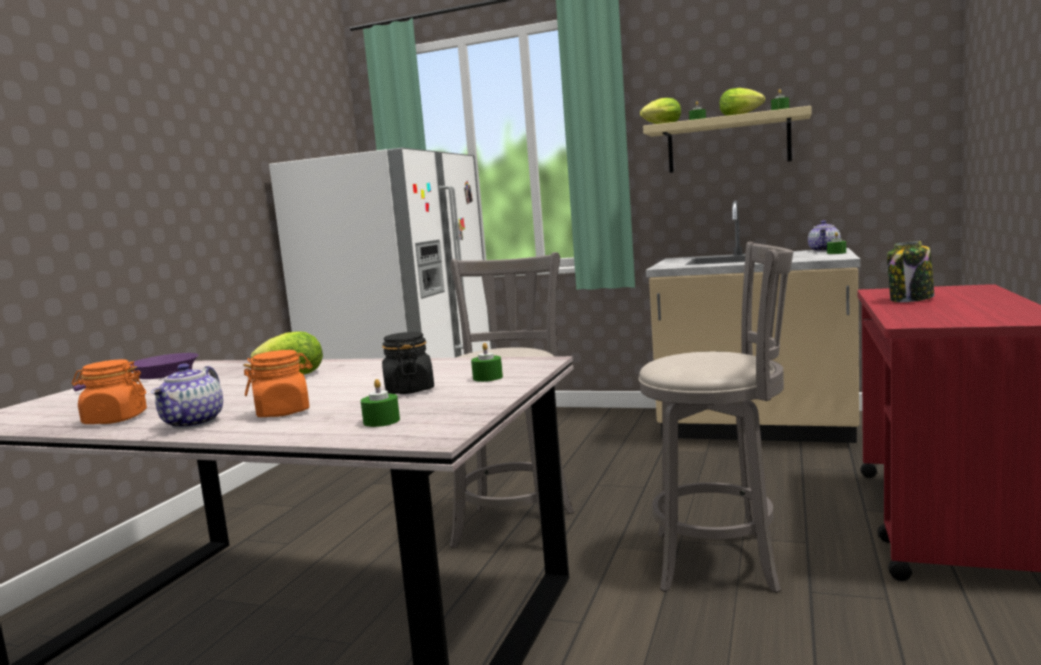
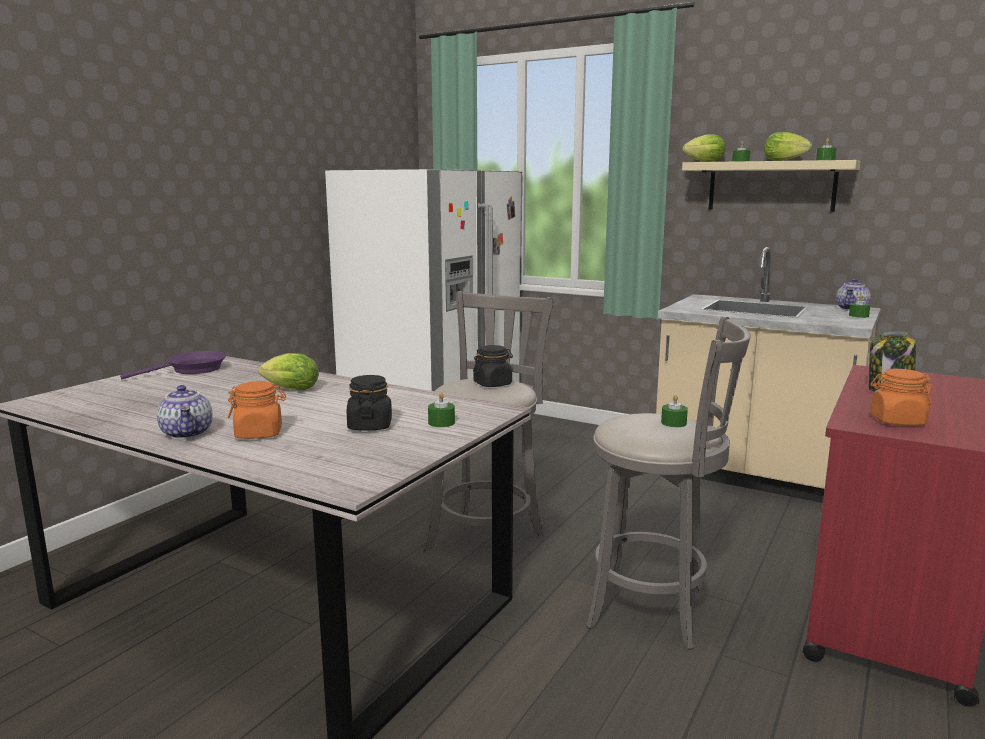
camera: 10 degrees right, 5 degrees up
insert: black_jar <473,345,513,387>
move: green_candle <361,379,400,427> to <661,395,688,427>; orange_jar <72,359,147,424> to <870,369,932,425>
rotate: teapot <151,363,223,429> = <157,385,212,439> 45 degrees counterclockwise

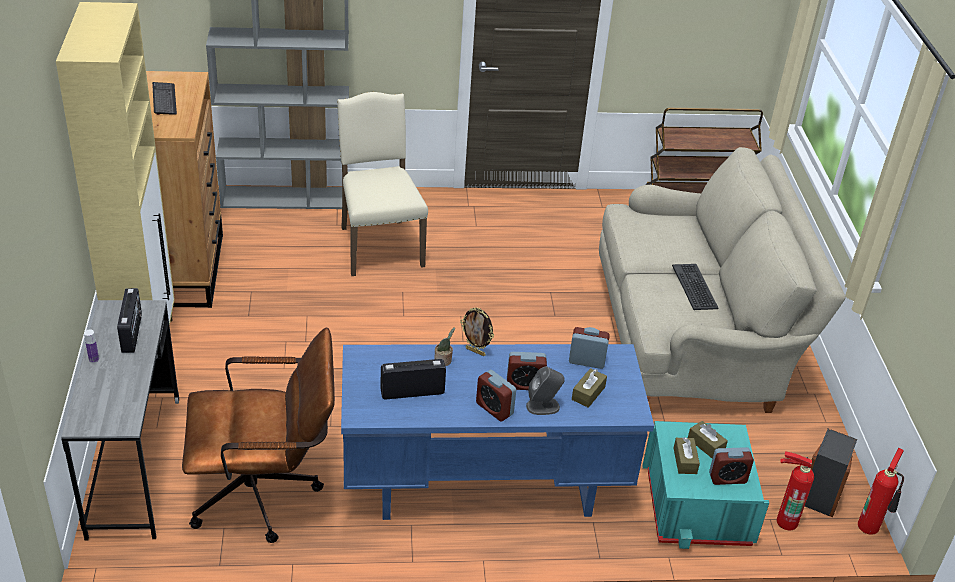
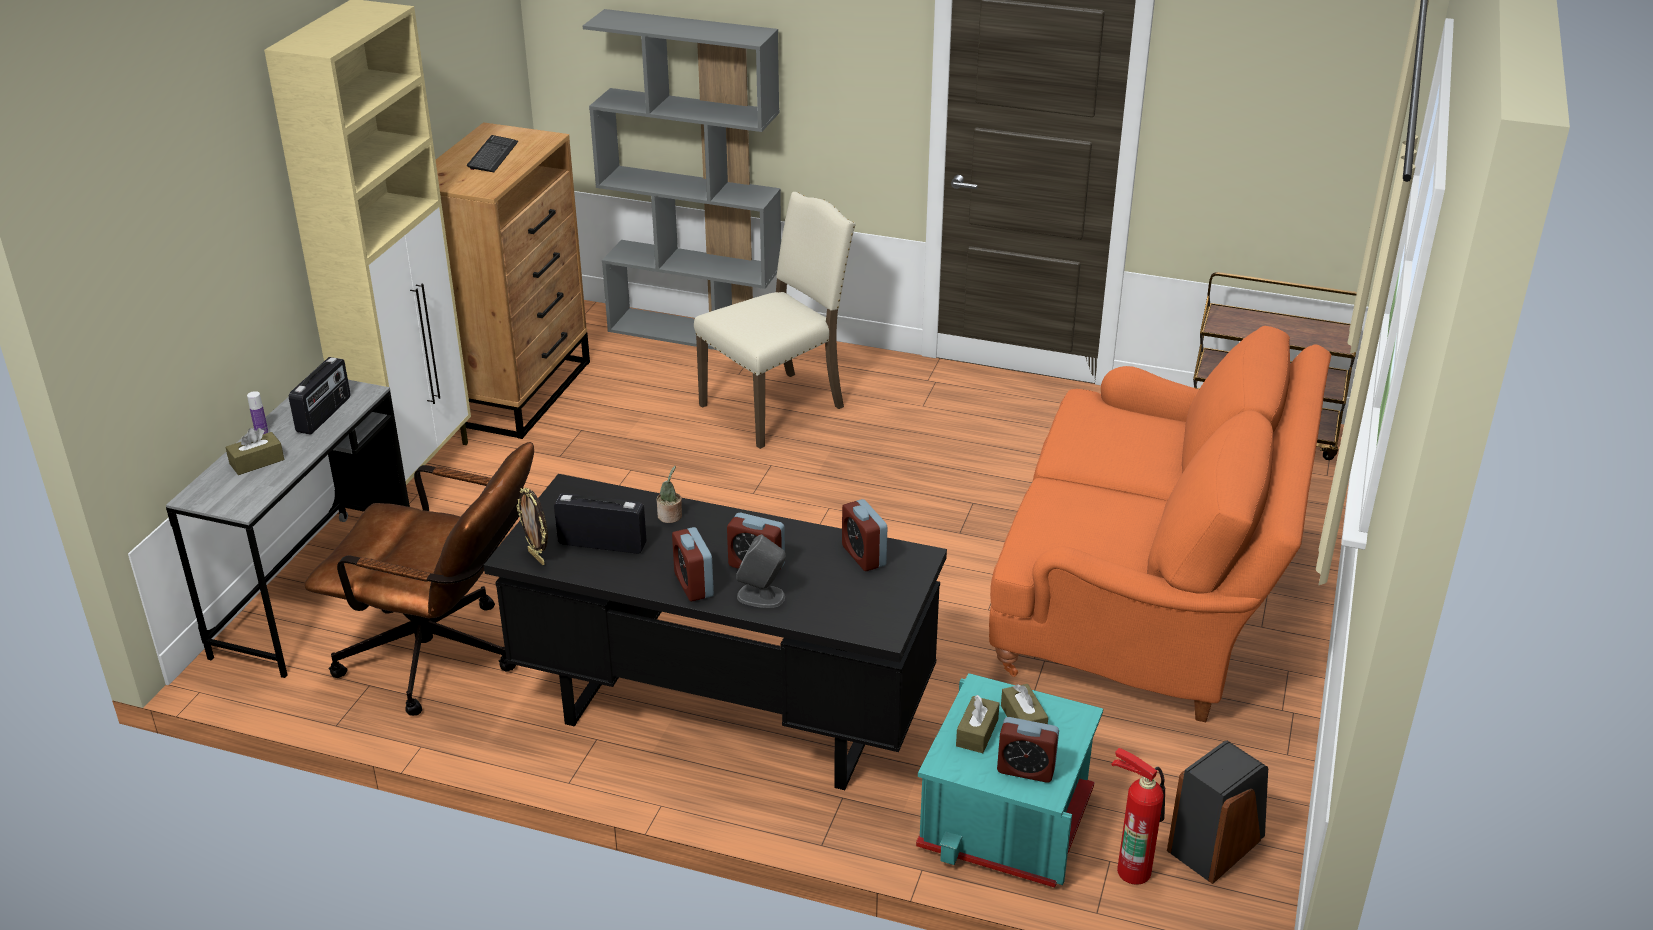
camera: 25 degrees right, 5 degrees down
delete: keyboard <672,264,719,310>; fire_extinguisher <858,448,904,535>
move: brown_tissue_box <572,368,607,408> to <226,428,284,475>; picture_frame <460,308,494,356> to <517,488,548,565>
recolor: blue_desk <341,344,654,520> to black_desk <484,474,947,790>; beige_sofa <599,147,845,413> to orange_sofa <989,326,1331,722>
rotate: beige_chair <337,92,428,276> = <694,192,856,449> 45 degrees clockwise; alarm_clock <569,327,610,369> = <842,499,887,571> 150 degrees counterclockwise

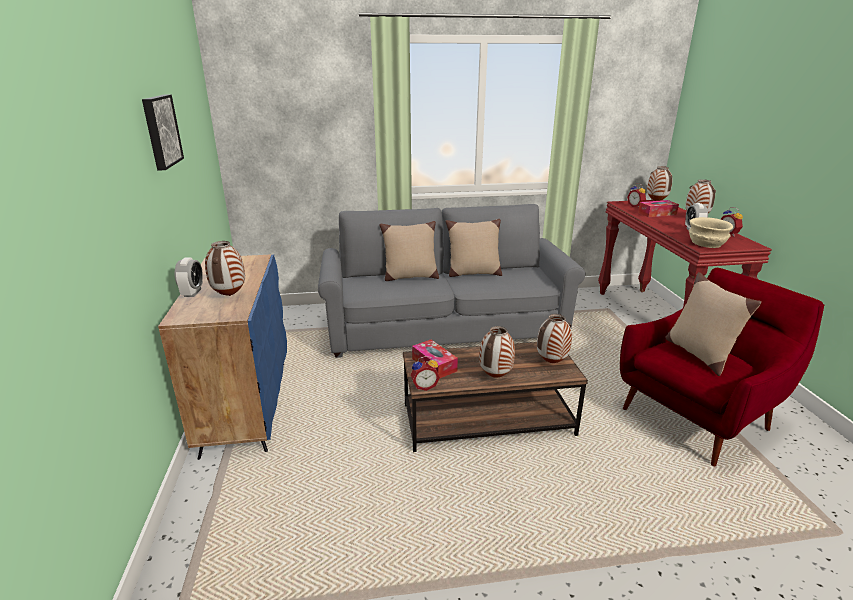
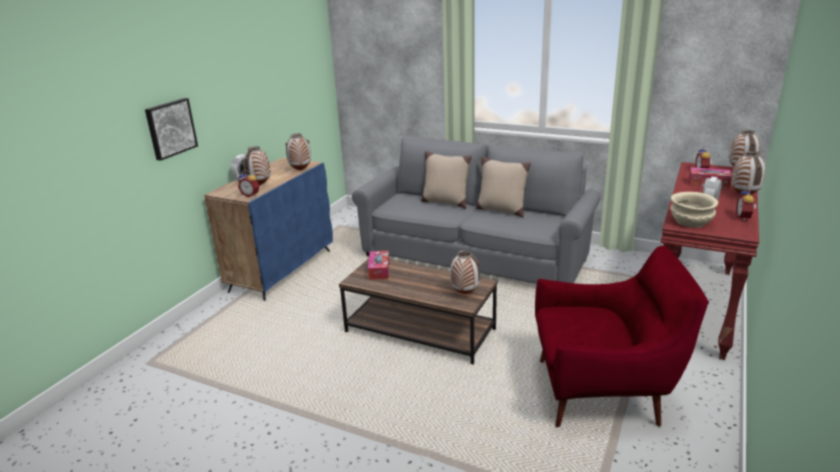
camera: 35 degrees right, 0 degrees up
delete: beige_pillow <666,272,761,376>
move: picture <142,95,184,170> to <145,98,198,161>; alarm_clock <411,356,440,391> to <238,170,259,197>; vase <479,326,515,378> to <285,134,311,171>

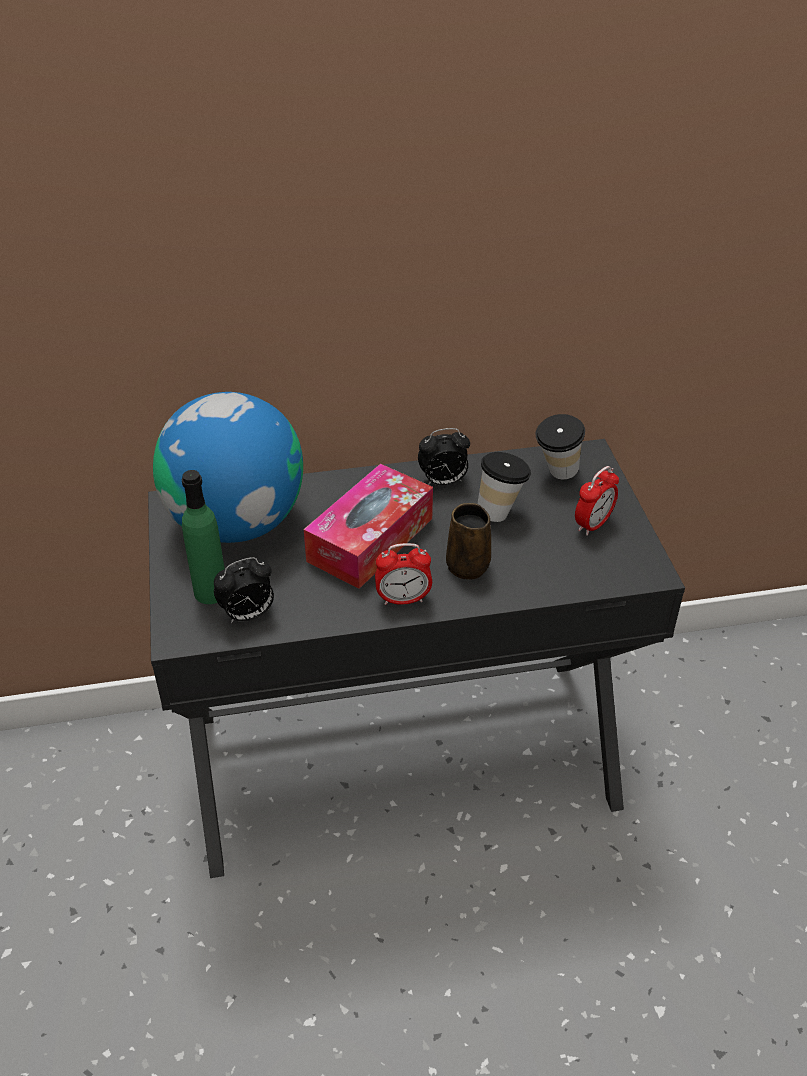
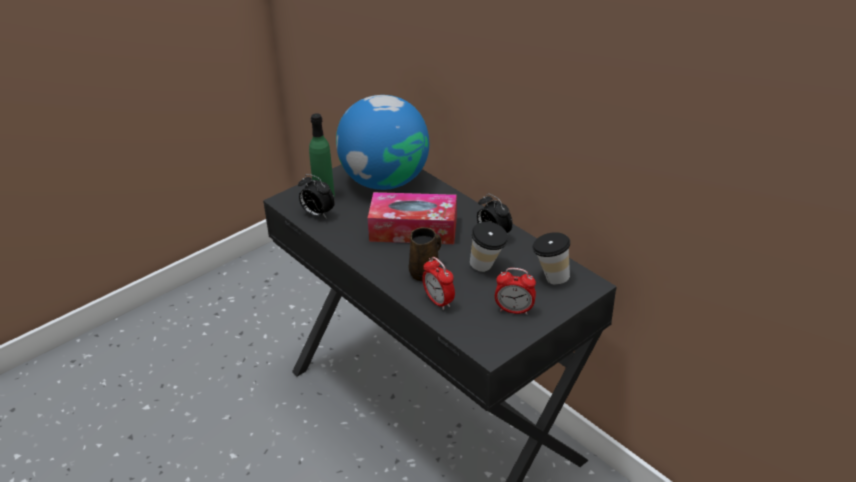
camera: 60 degrees right, 5 degrees down
move: alarm_clock <375,543,432,605> to <422,257,455,310>

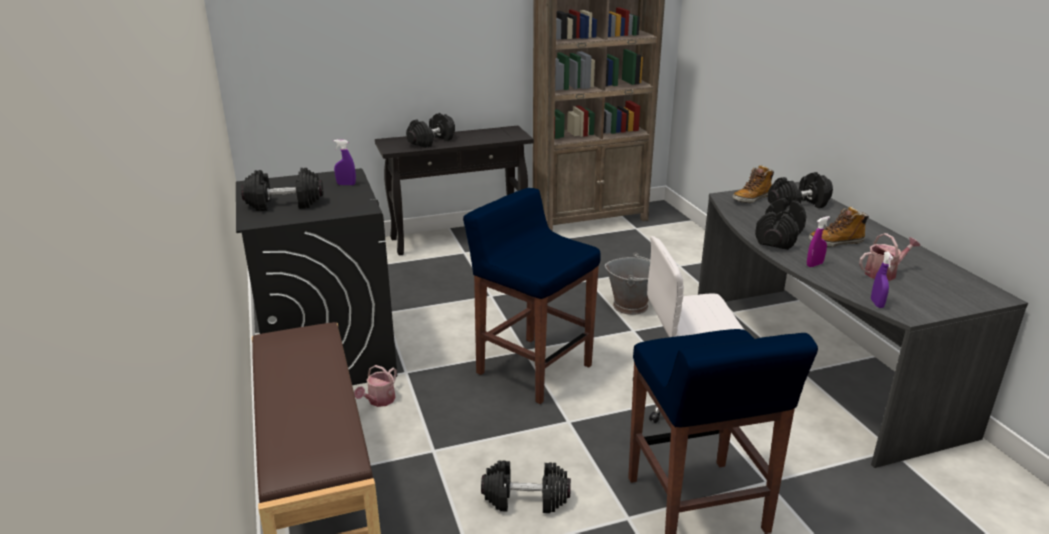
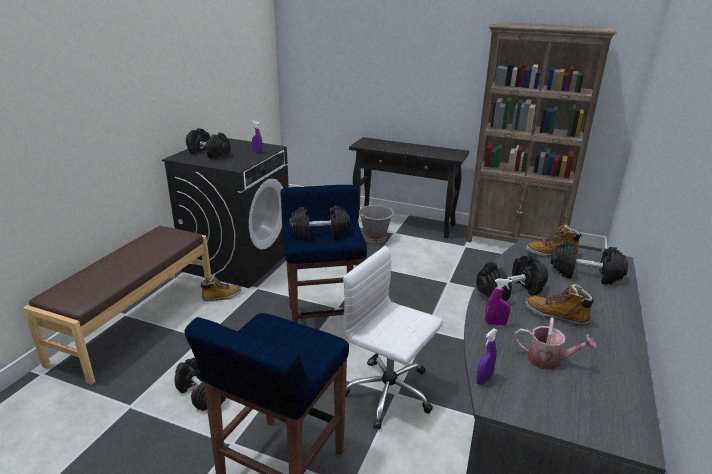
camera: 40 degrees right, 0 degrees up
move: black_dumbbell <406,113,455,148> to <289,205,350,239>; grey_bucket <605,252,650,315> to <359,205,394,243>
replace: watering_can <354,365,397,407> to boot <200,275,241,301>

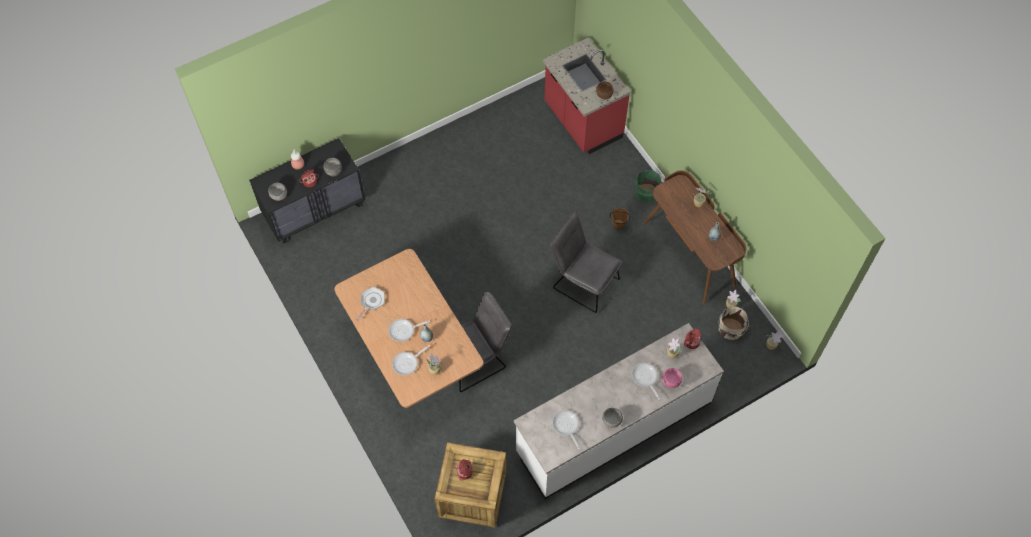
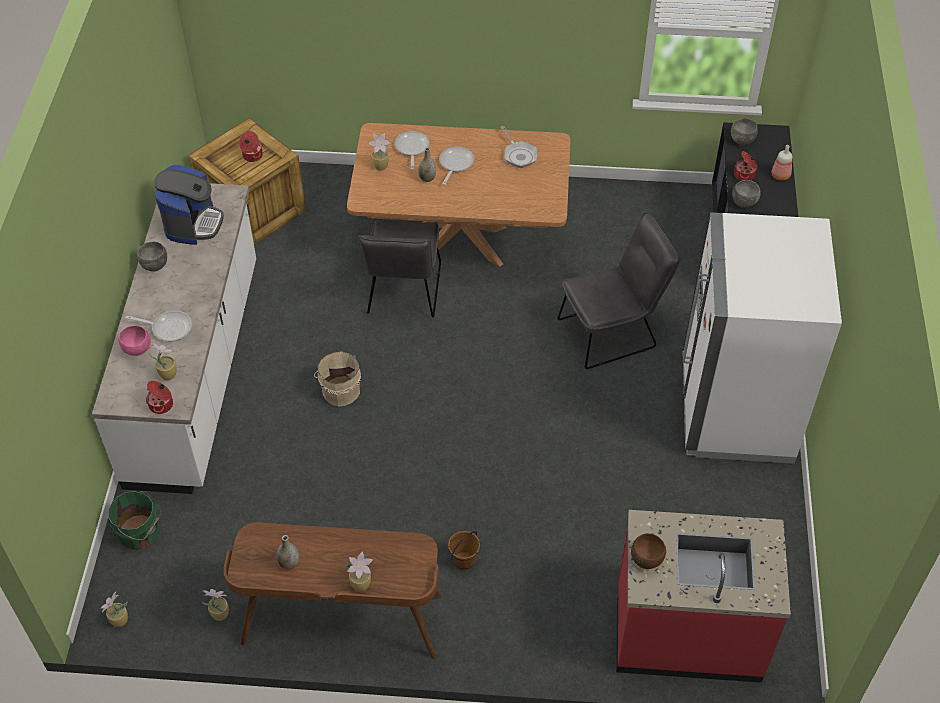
camera: 125 degrees right, 10 degrees down
insert: white_fridge <683,212,842,464>
move: green_bucket <634,170,662,203> to <108,491,161,550>; beige_bucket <718,306,749,340> to <314,351,361,407>; grey_chair <549,212,622,313> to <557,213,681,369>
replace: frying_pan <552,410,580,450> to coffee_machine <154,165,224,245>

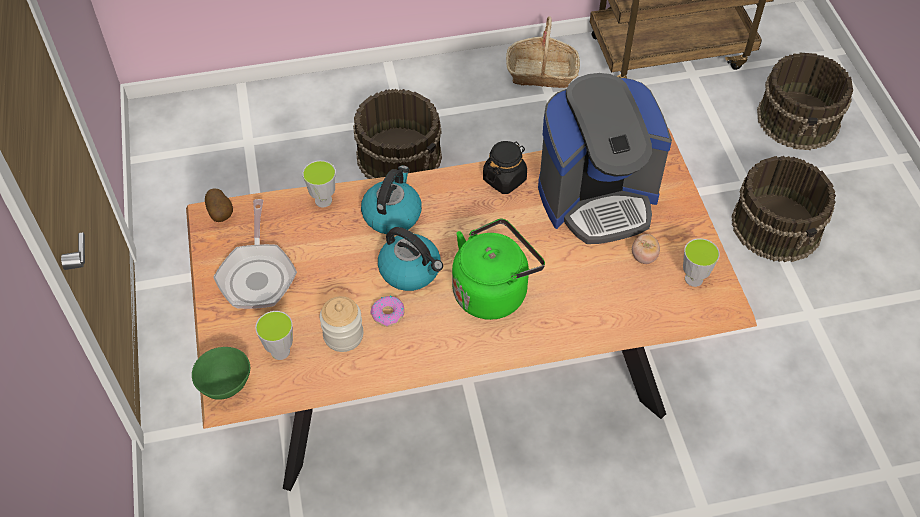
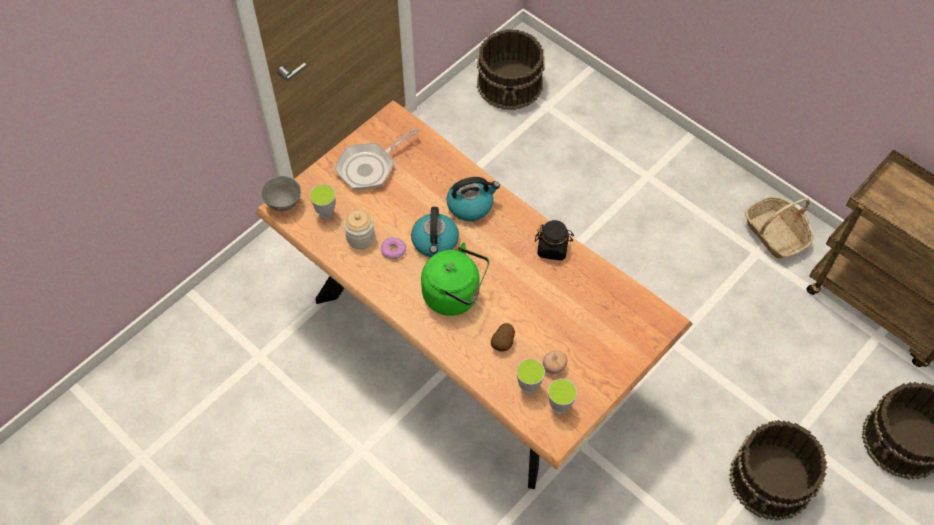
camera: 55 degrees right, 5 degrees up
delete: coffee_machine <538,73,672,244>
move: brown_bucket <353,89,442,179> to <477,29,545,110>; potato <205,188,233,222> to <491,323,515,352>; cup <303,160,336,207> to <516,359,545,394>
recolor: green_bowl <192,347,250,400> to grey_bowl <261,176,301,211>

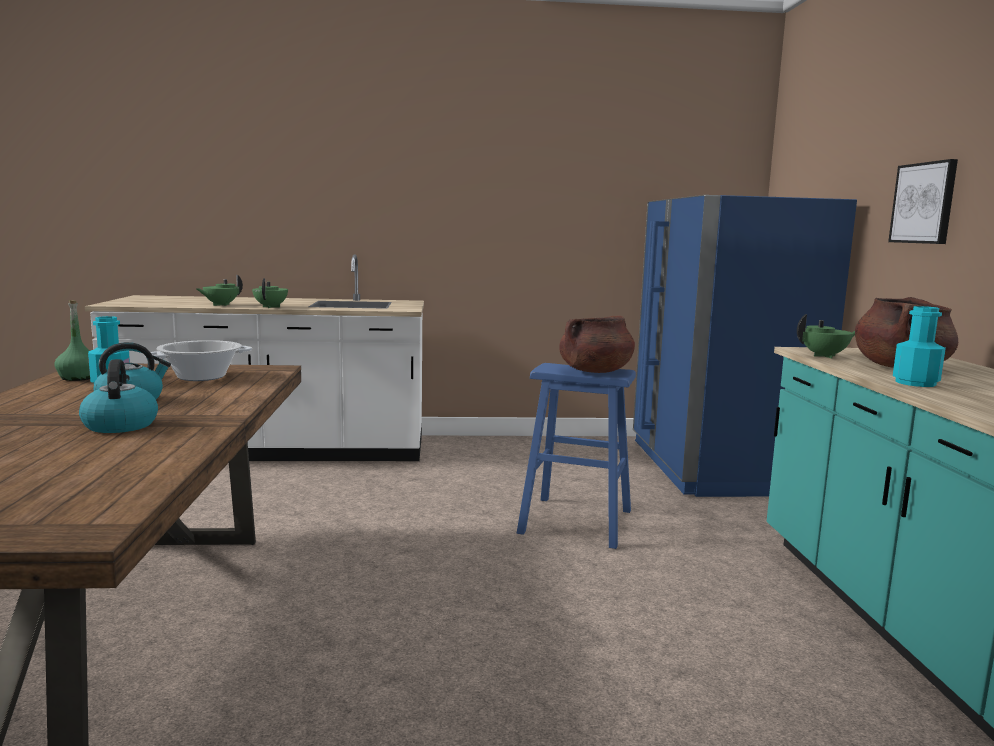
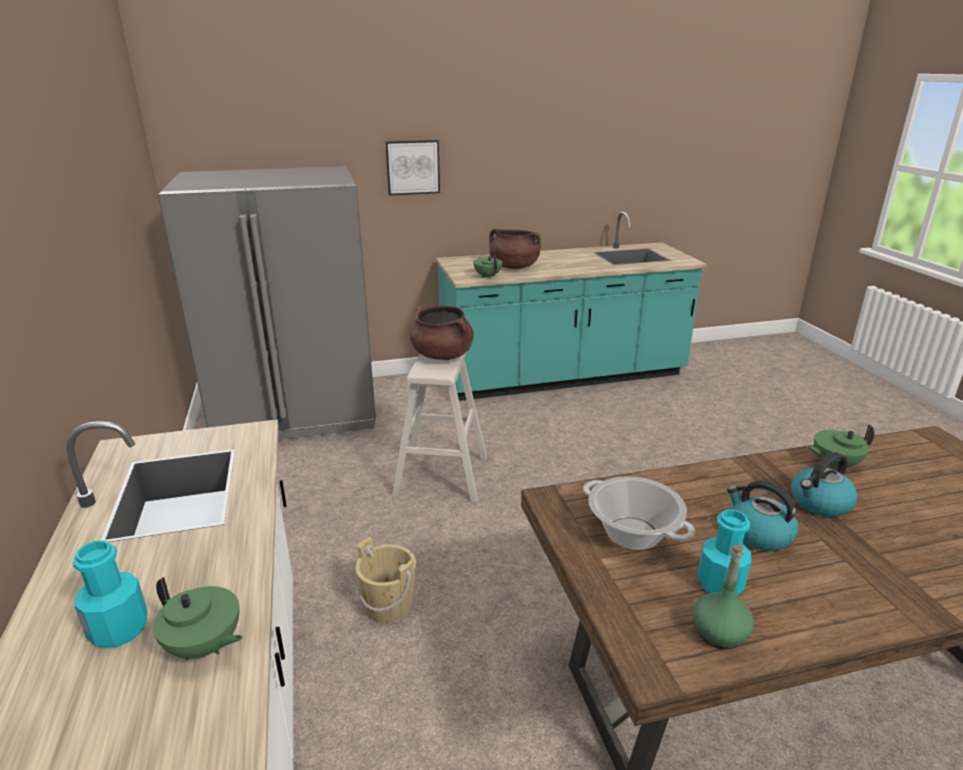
camera: 100 degrees left, 15 degrees up
insert: beige_bucket <355,537,416,624>
move: turquoise_bottle <893,306,946,387> to <72,540,148,648>; green_teapot <252,278,288,308> to <807,424,874,467>
recolor: blue_fridge <633,195,857,497> to grey_fridge <158,166,376,440>; blue_stool <517,363,636,549> to beige_stool <392,352,487,503>

